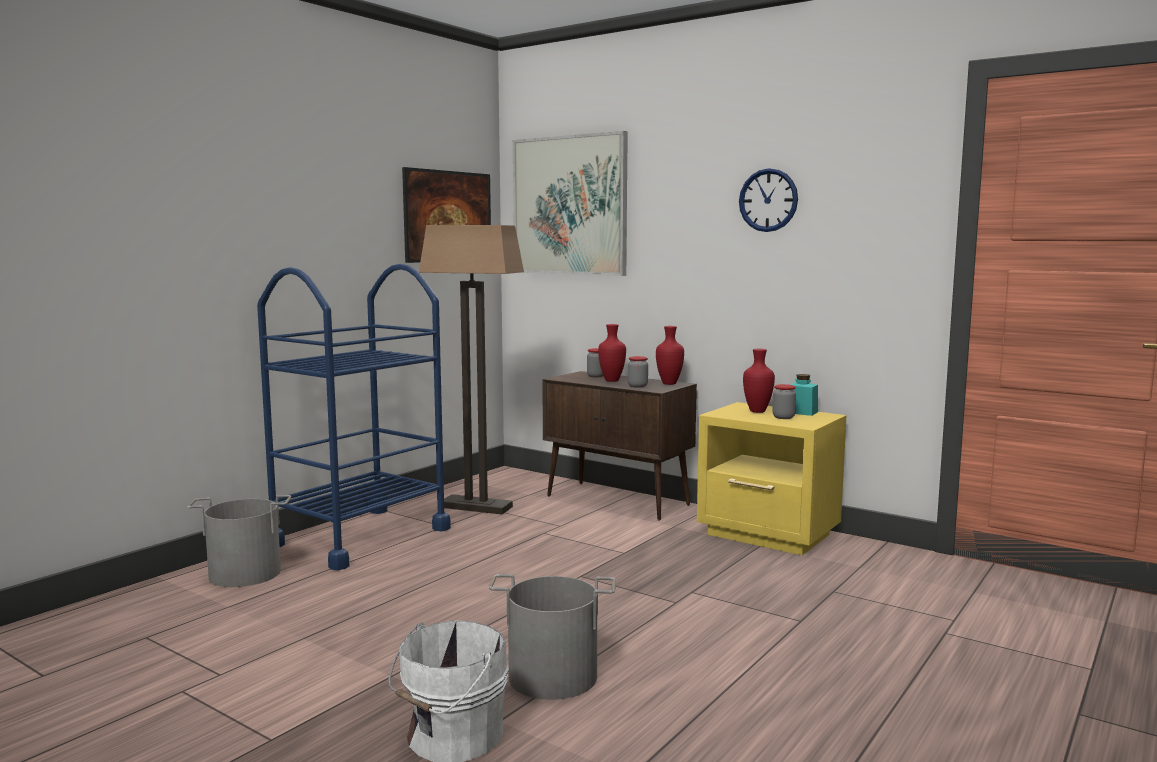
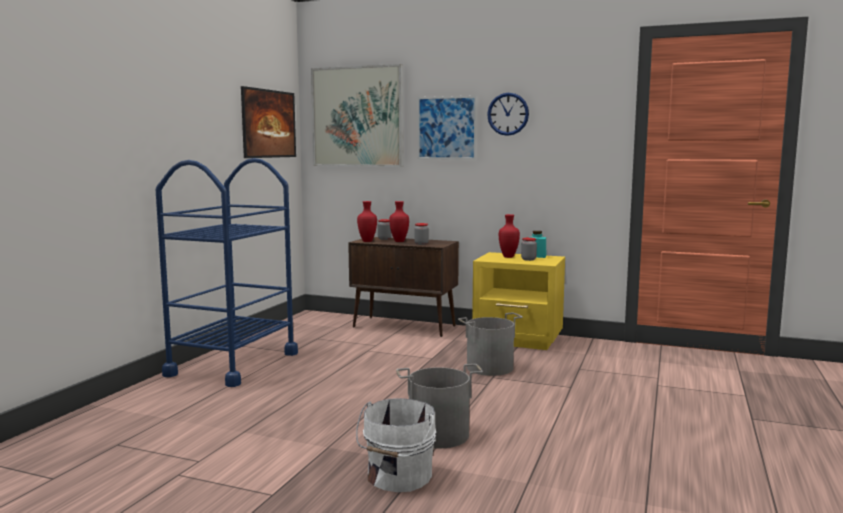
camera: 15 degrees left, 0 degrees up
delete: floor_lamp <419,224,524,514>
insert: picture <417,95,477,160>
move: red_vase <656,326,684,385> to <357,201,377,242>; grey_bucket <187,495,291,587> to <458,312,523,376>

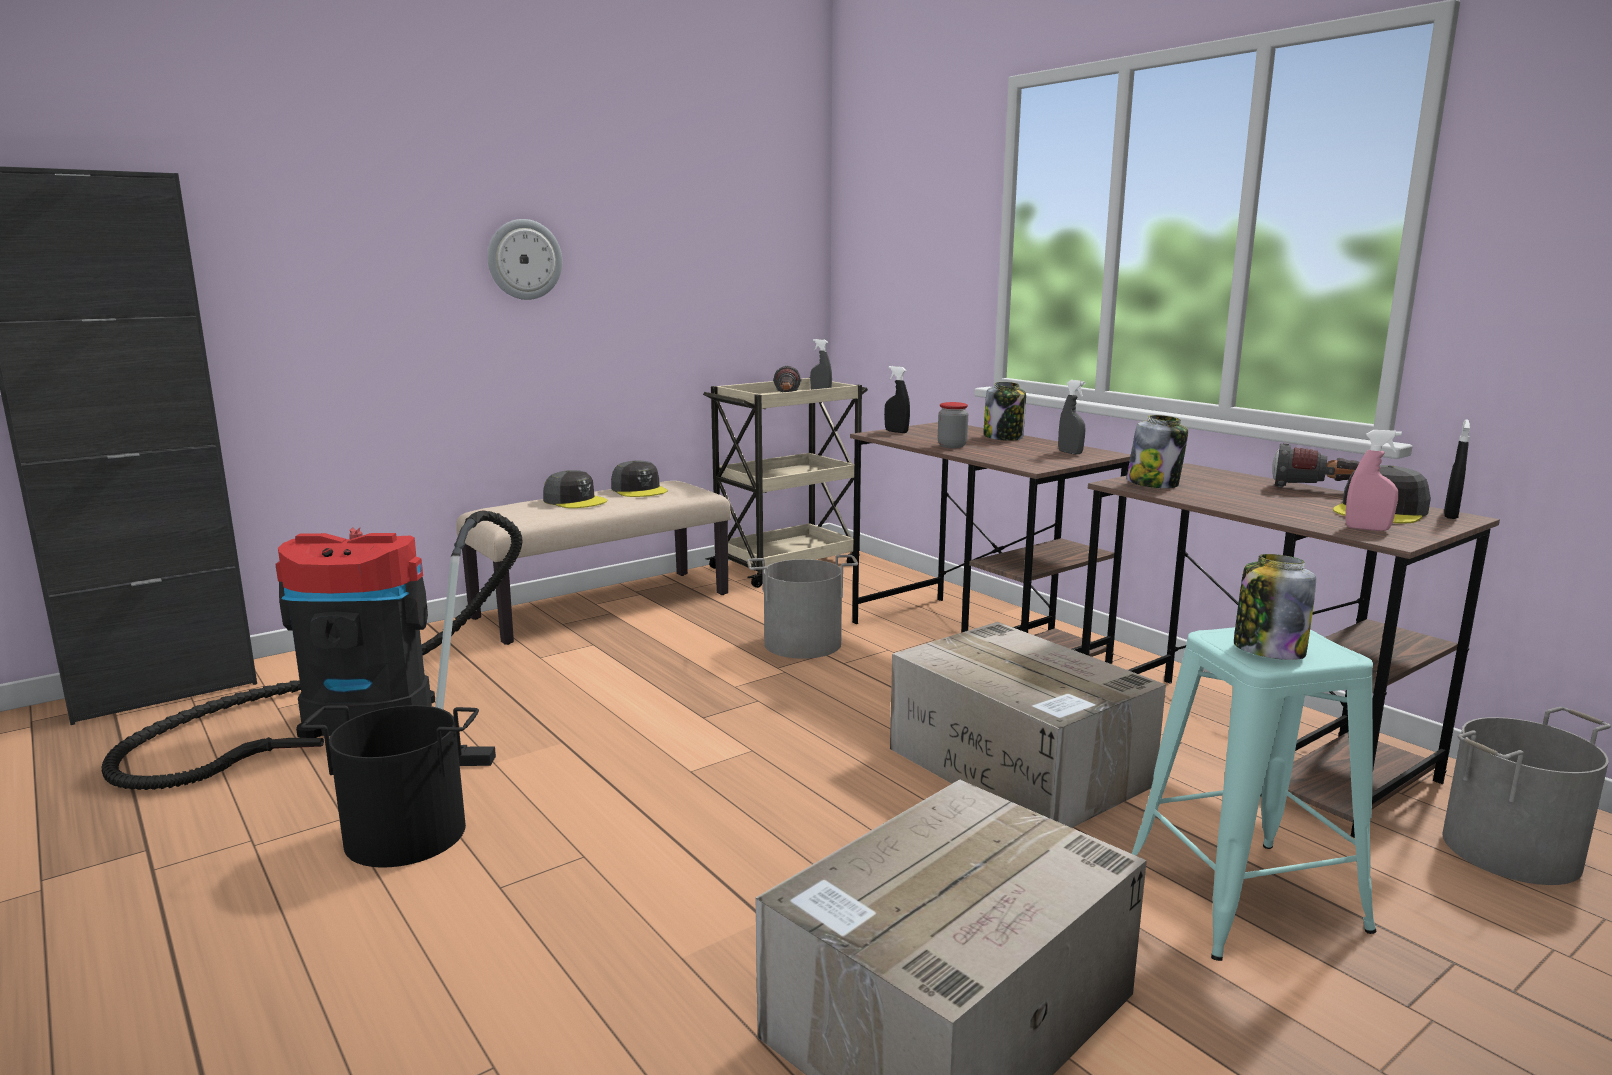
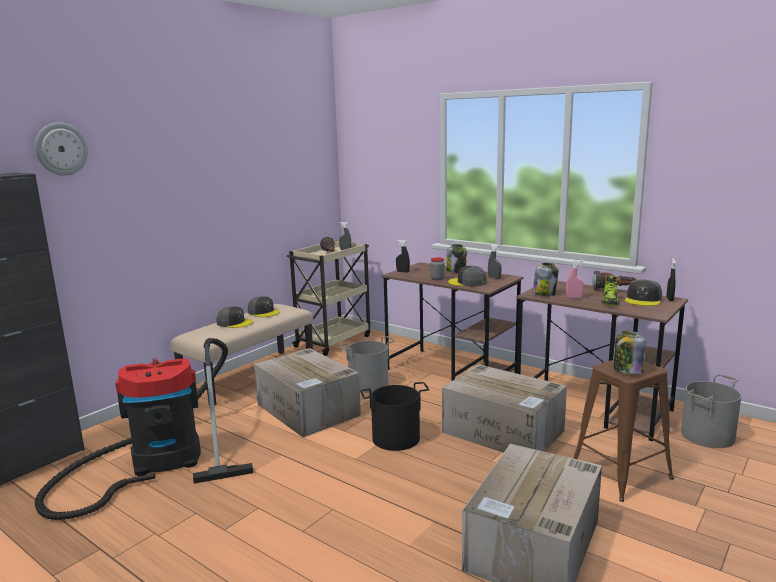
camera: 15 degrees left, 0 degrees up
insert: cardboard_box <254,348,361,437>; grey_cap <448,266,486,286>; shoe <602,276,619,306>
move: wall_clock <487,219,562,300> to <35,122,88,176>; black_bucket <301,705,479,868> to <360,382,429,451>; pink_spray_bottle <1346,430,1402,531> to <566,260,584,299>
recolor: turquoise_stool <1132,627,1376,961> to brown_stool <574,360,674,502>

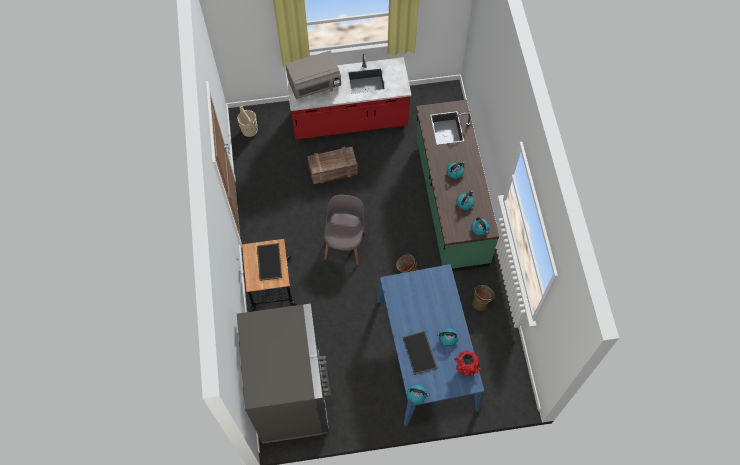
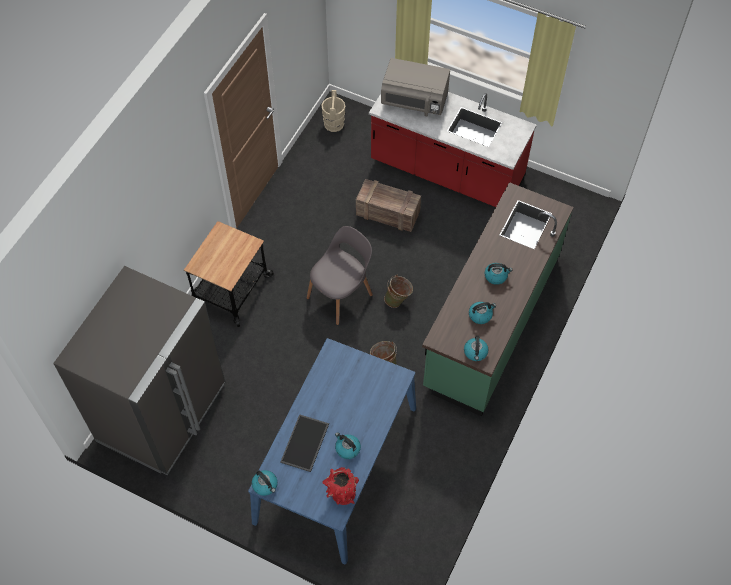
camera: 35 degrees right, 5 degrees down
delete: tray <257,243,282,281>
move: green_bucket <472,285,494,311> to <384,275,413,308>

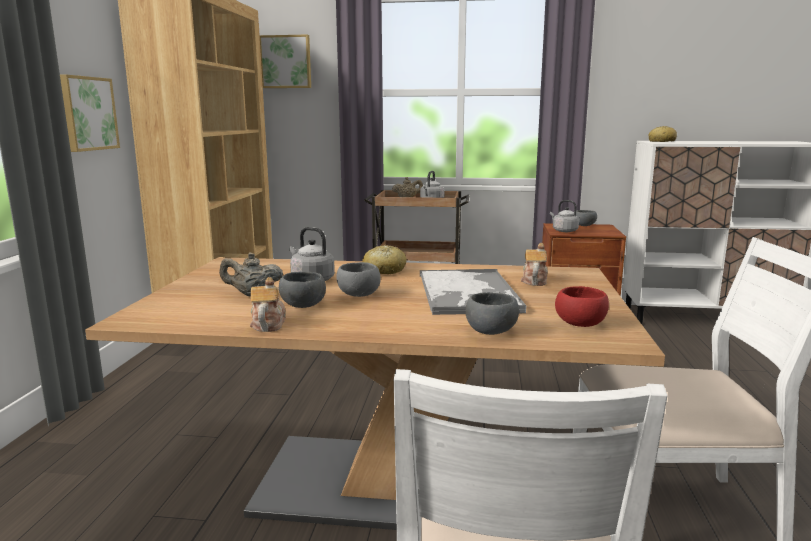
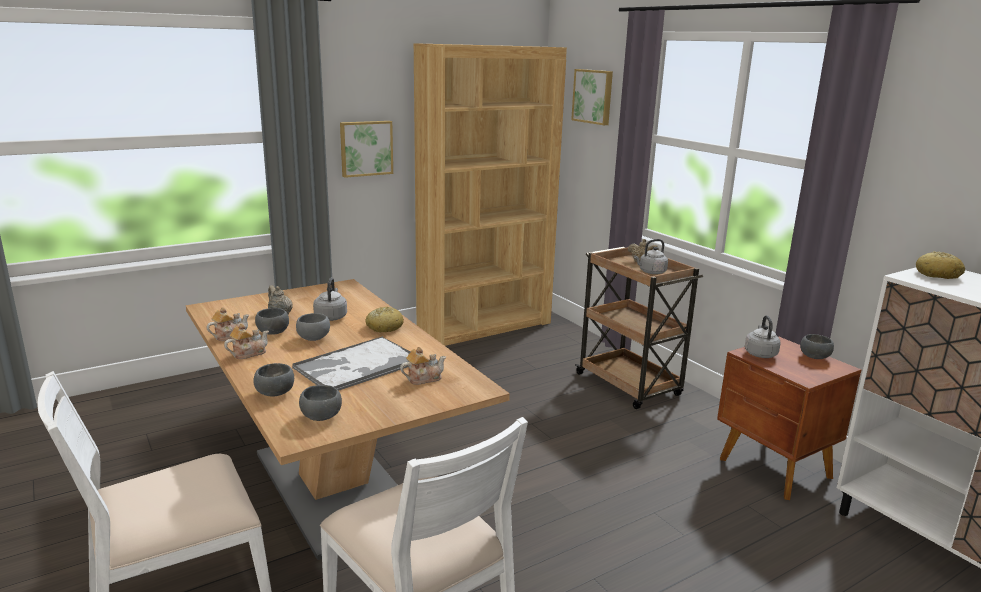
camera: 50 degrees right, 5 degrees up
insert: teapot <224,324,269,359>
recolor: red_bowl <555,286,609,327> to grey_bowl <299,385,342,421>

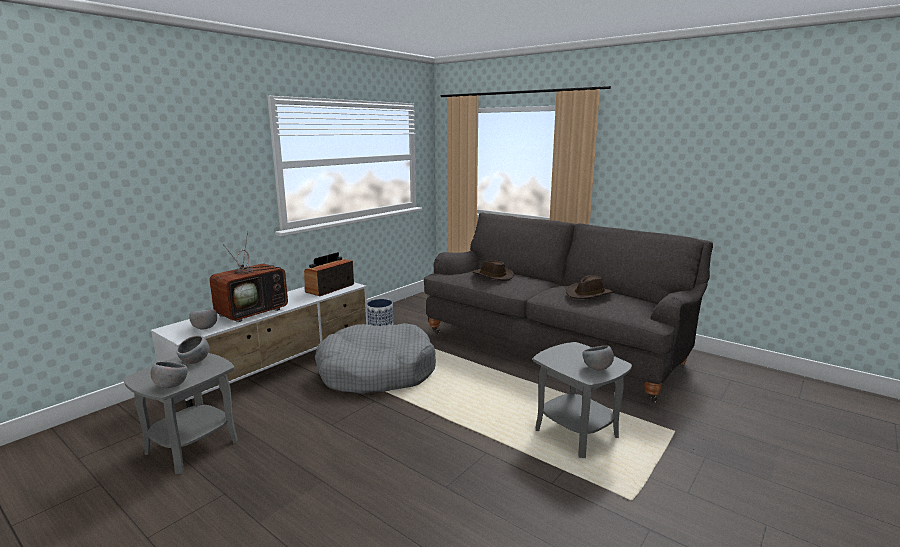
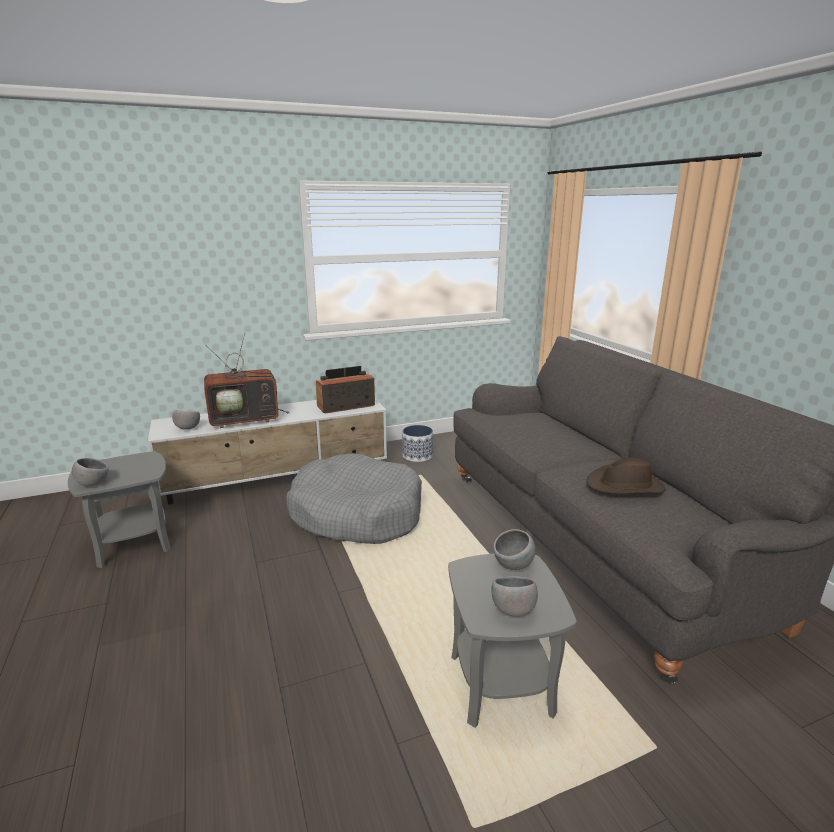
camera: 30 degrees right, 5 degrees up
delete: brown_hat <473,260,514,281>
move: grey_bowl <176,336,209,364> to <493,529,536,570>

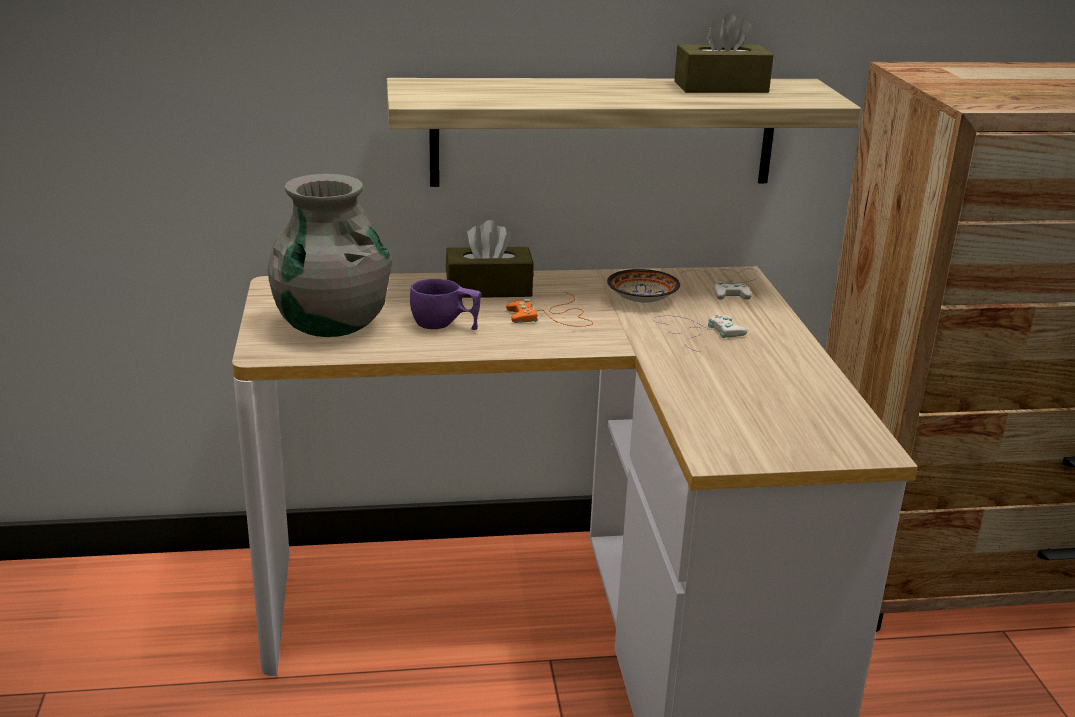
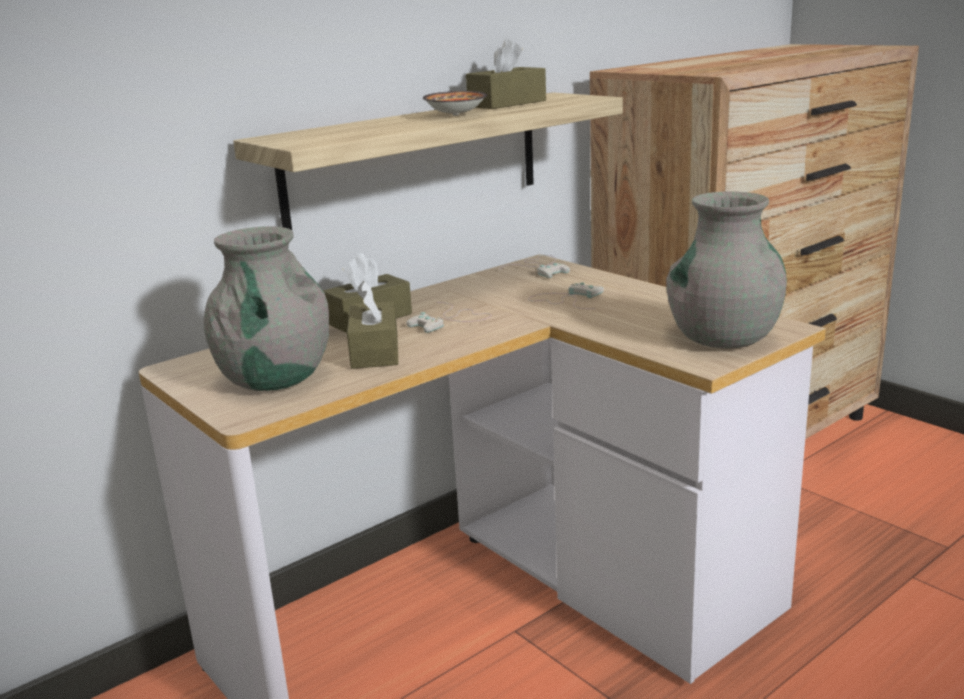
camera: 30 degrees left, 5 degrees down
insert: grey_vase <666,191,787,349>
move: bowl <607,269,680,303> to <423,91,487,116>
replace: purple_cup <410,279,481,330> to brown_tissue_box <347,281,398,369>
recolor: orange_game_controller <506,292,593,327> to white_game_controller <406,302,492,333>

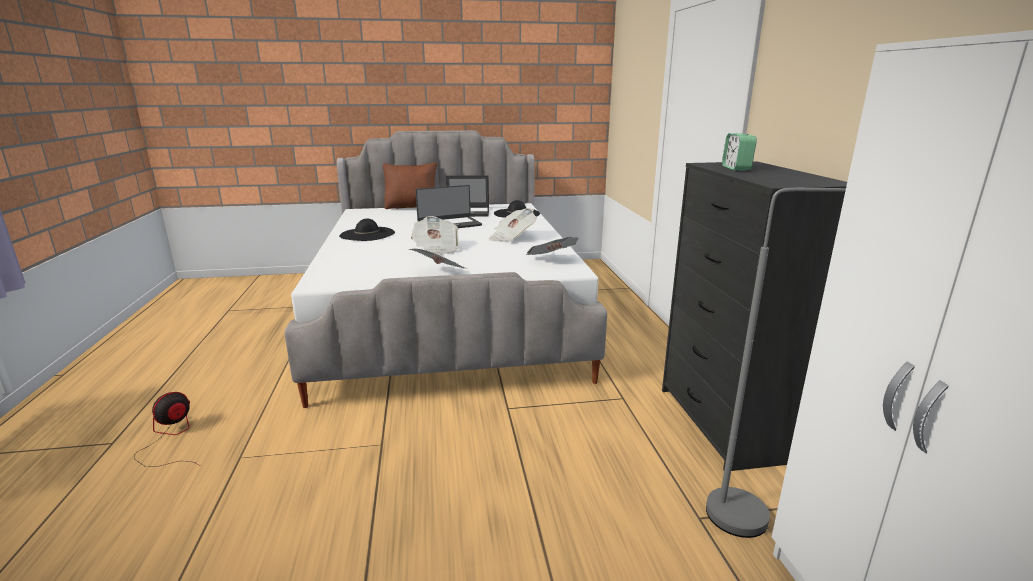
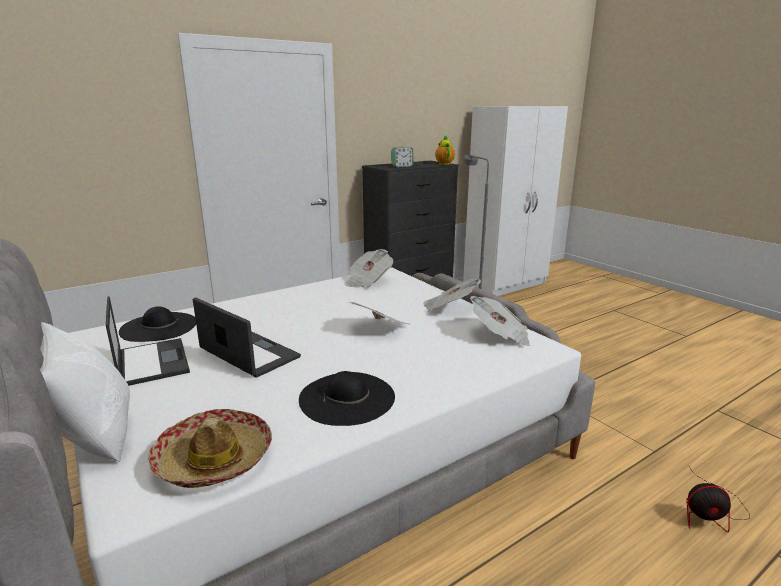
camera: 115 degrees left, 0 degrees up
insert: hat <148,409,272,488>; teapot <435,135,455,165>
move: newspaper <489,208,537,242> to <470,296,530,346>
recolor: brown_pillow <382,162,437,209> to white_pillow <40,322,130,462>

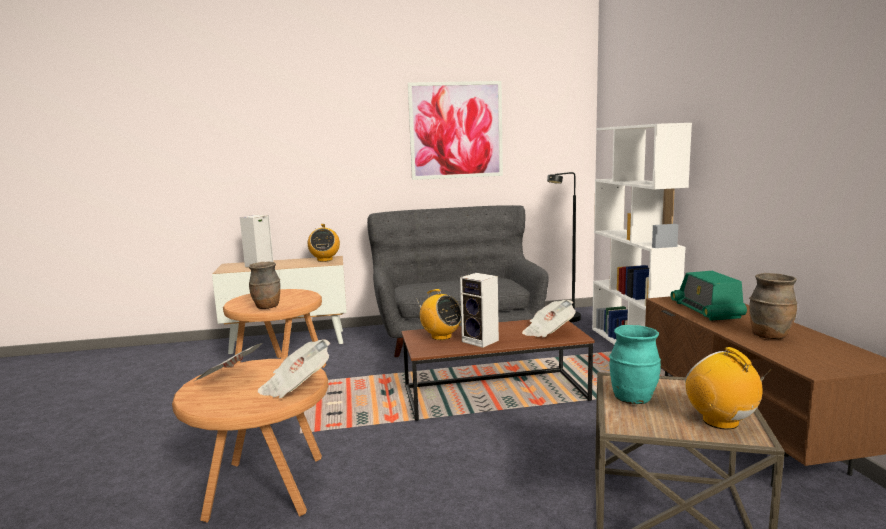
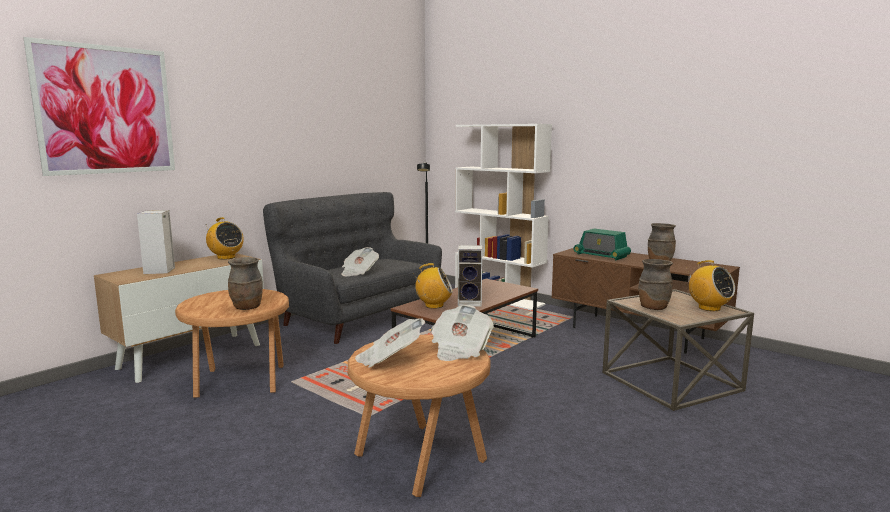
camera: 40 degrees left, 0 degrees up
move: picture <408,81,503,180> to <23,37,175,176>; newspaper <522,300,576,337> to <341,247,379,276>
recolor: turquoise_vase <609,325,661,404> to brown_vase <638,259,673,310>
rotate: radio <685,347,773,430> = <686,260,735,311> 150 degrees counterclockwise

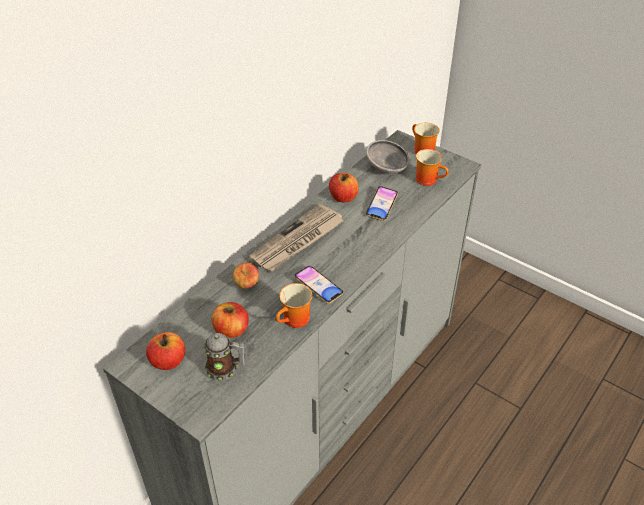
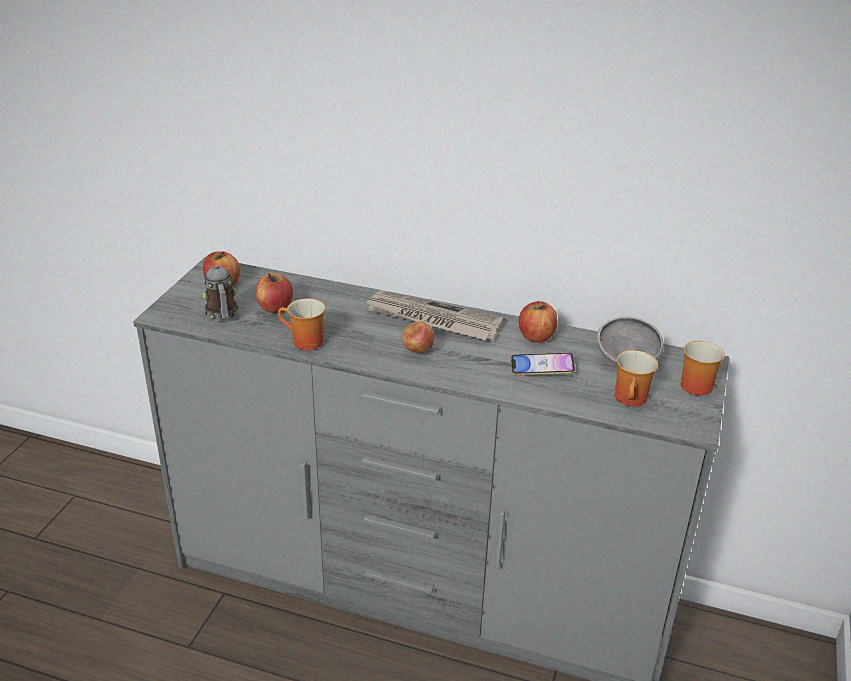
camera: 70 degrees right, 10 degrees down
delete: phone <294,266,344,304>
move: apple <233,263,259,289> to <402,322,435,353>

